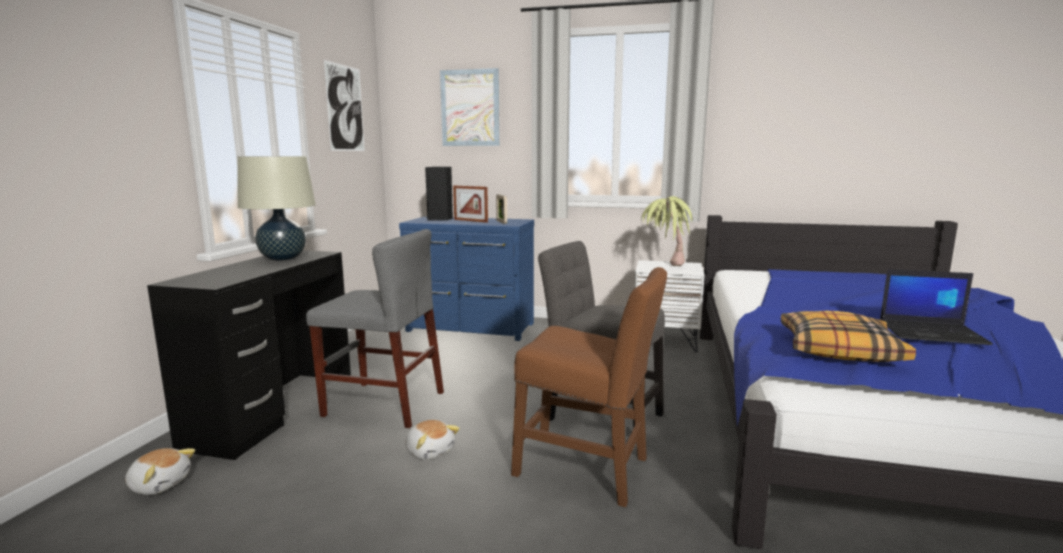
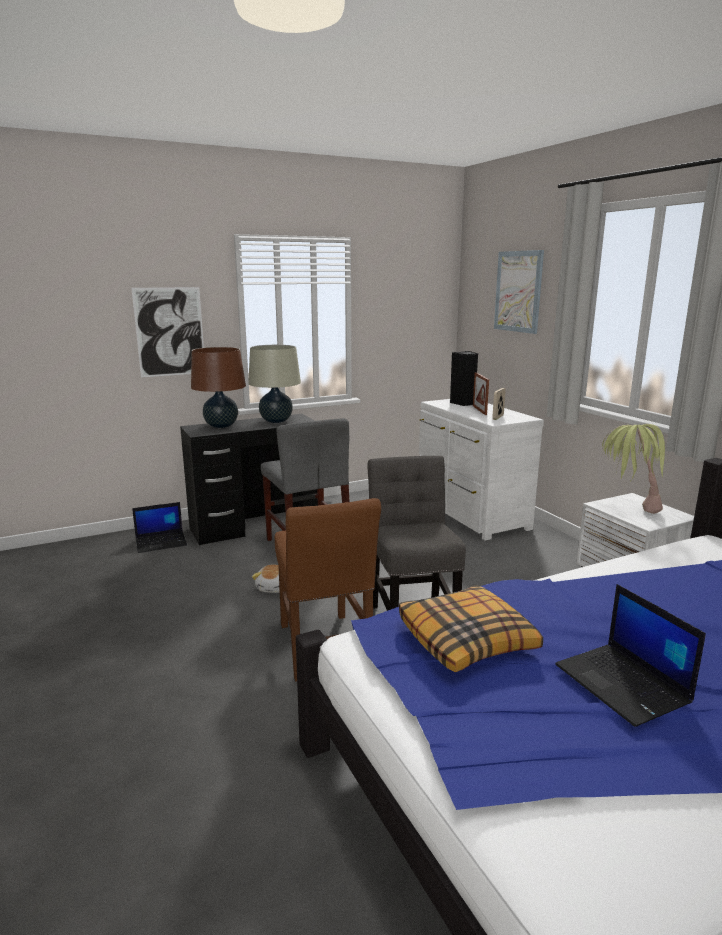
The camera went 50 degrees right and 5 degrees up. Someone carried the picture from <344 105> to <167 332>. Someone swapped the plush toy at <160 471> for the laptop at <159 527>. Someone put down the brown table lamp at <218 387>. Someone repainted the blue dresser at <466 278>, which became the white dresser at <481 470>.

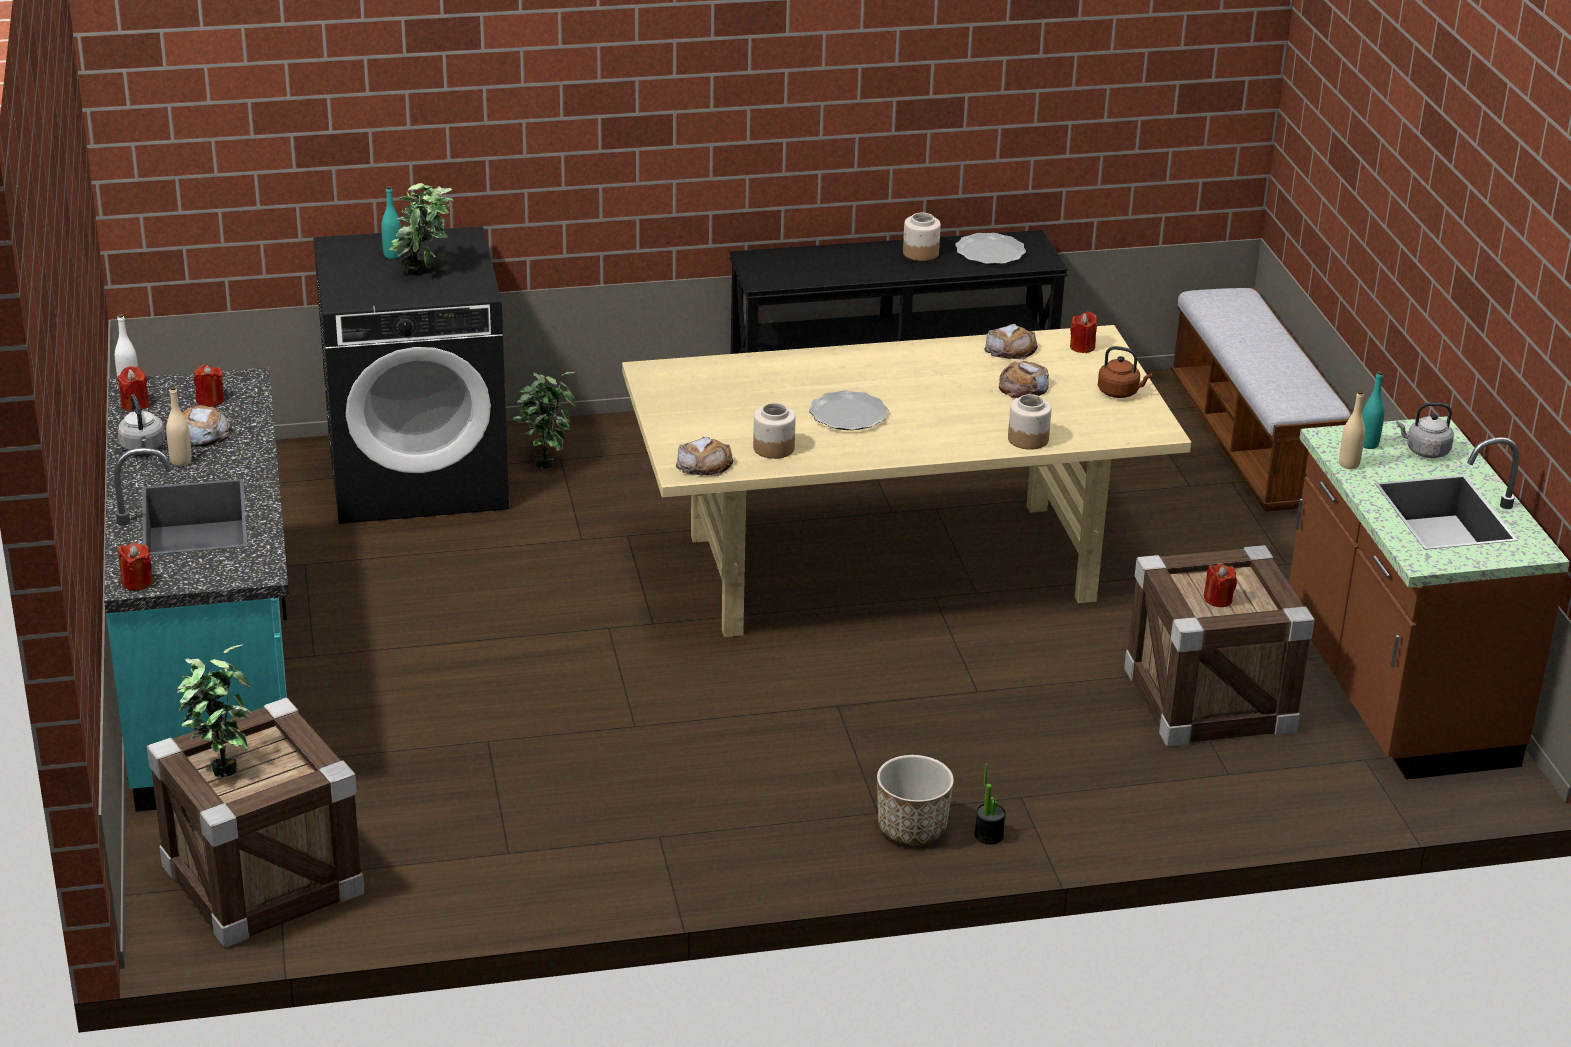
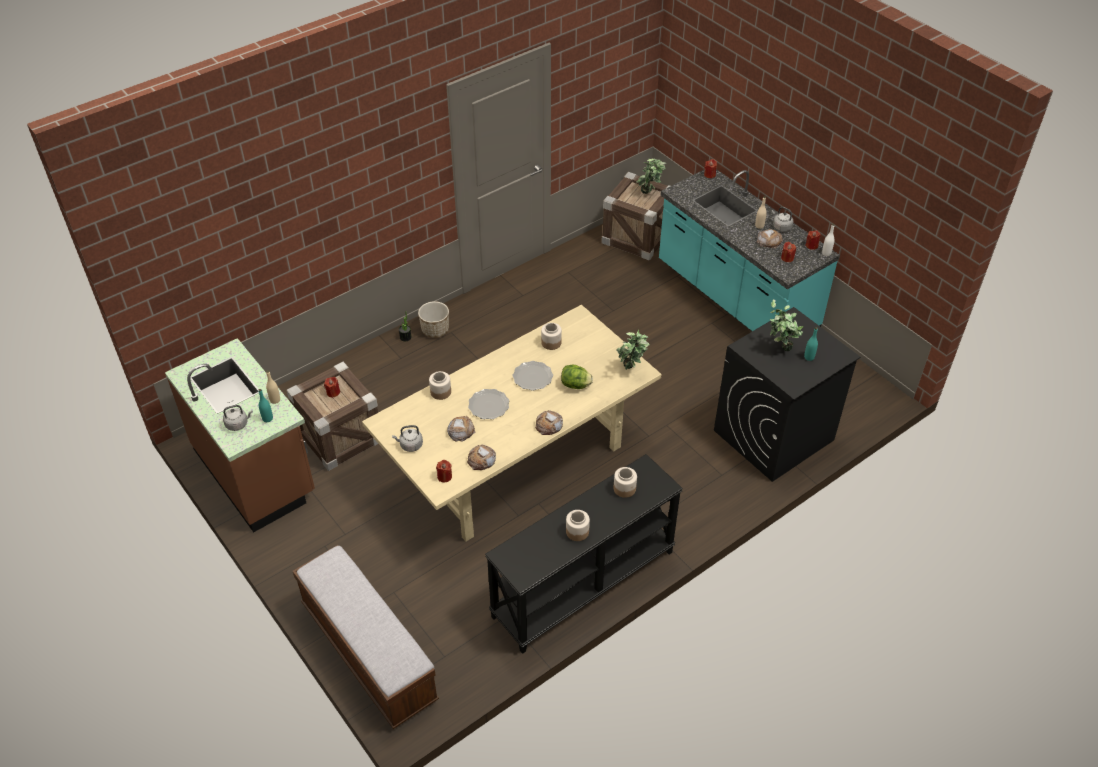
The camera went 155 degrees right and 15 degrees up. Someone repainted the brown kettle at <1125 372>, which became the grey kettle at <407 438>. Someone carried the plate from <990 249> to <488 404>. Someone carried the bread from <705 456> to <549 422>. Someone put down the lettuce at <577 377>. Someone put down the jar at <625 482>. Someone carried the potted plant from <544 420> to <633 349>.

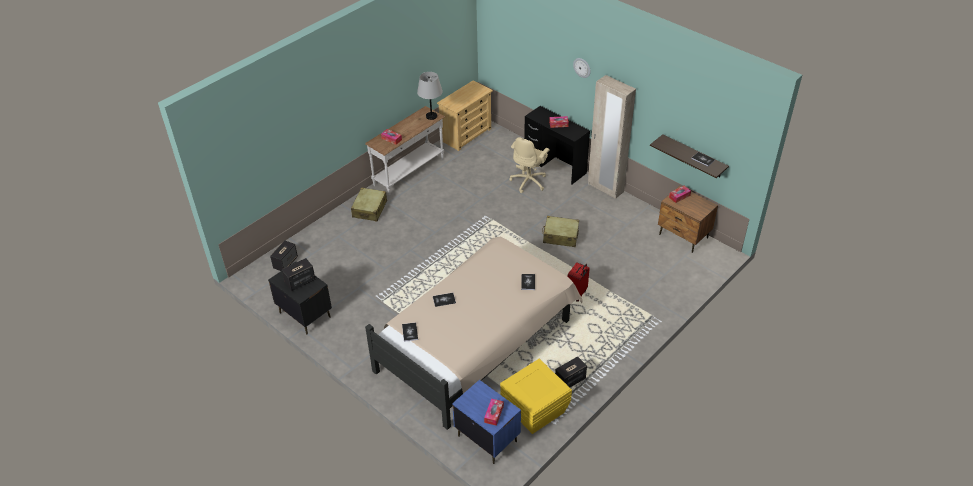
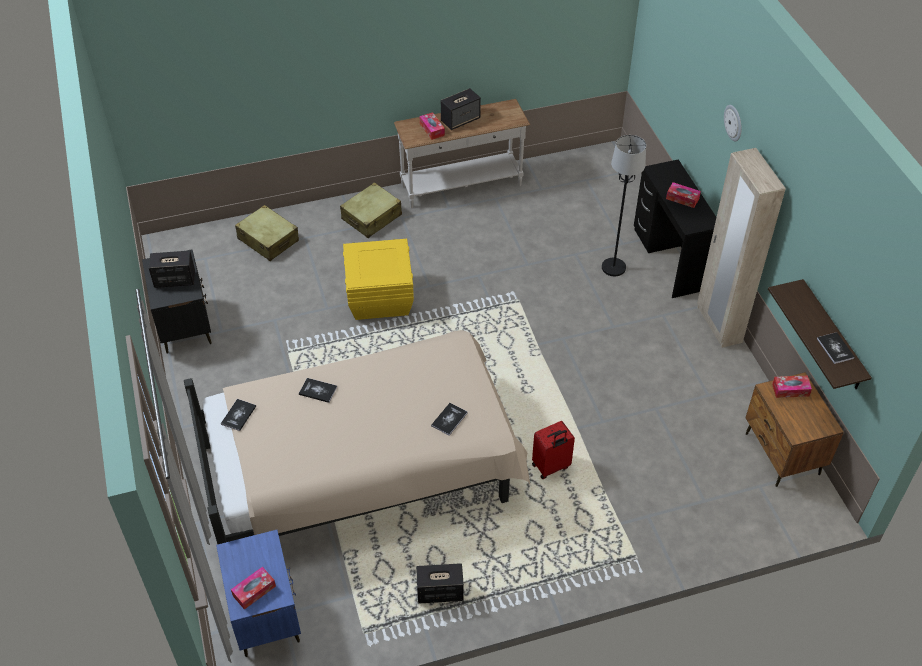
The camera went 30 degrees right and 5 degrees up. Someone carried the beige suitcase from <560 231> to <267 233>. Someone carried the yellow storage box from <536 396> to <378 279>. Someone carried the speaker from <284 255> to <461 109>. Someone swapped the beige office chair at <529 165> for the black floor lamp at <624 205>. Someone took away the grey table lamp at <430 96>. Someone took away the beige dresser at <465 115>.

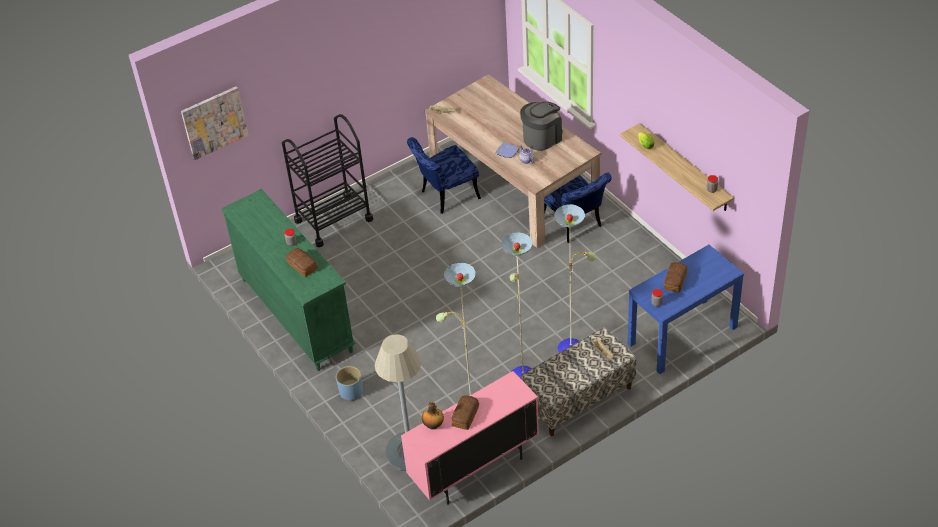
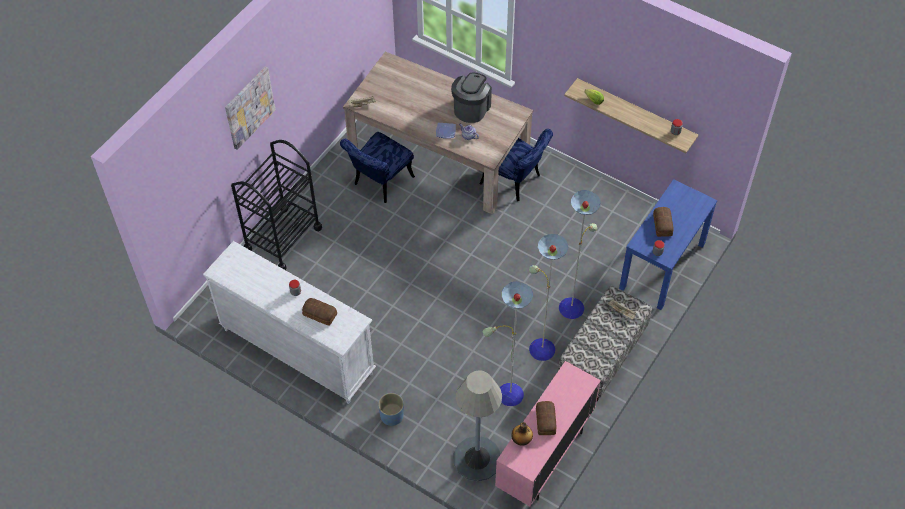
The camera went 25 degrees left and 10 degrees up. Someone repainted the green dresser at <288 280>, which became the white dresser at <289 322>. Someone carried the picture from <214 123> to <250 108>.

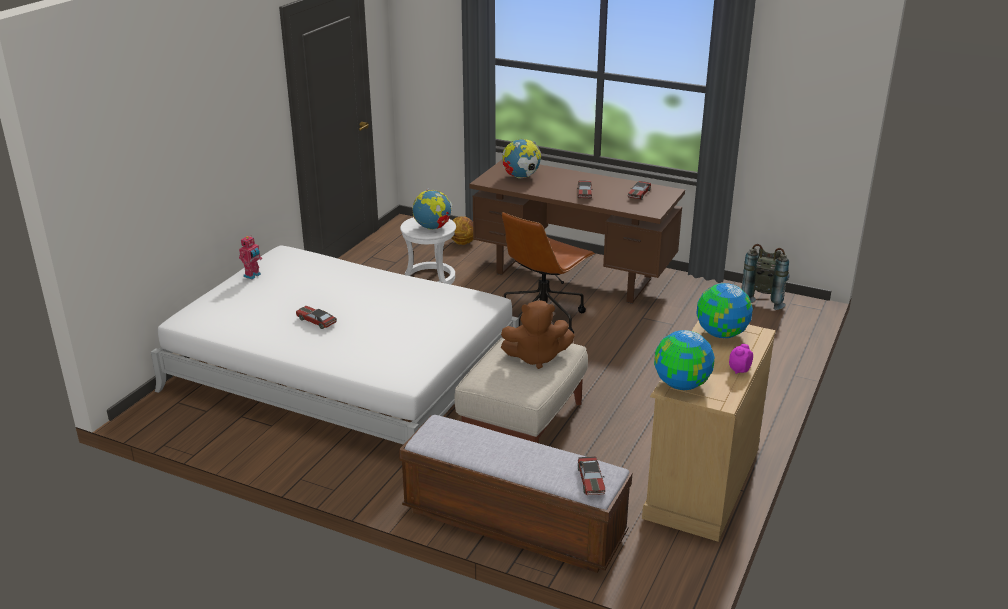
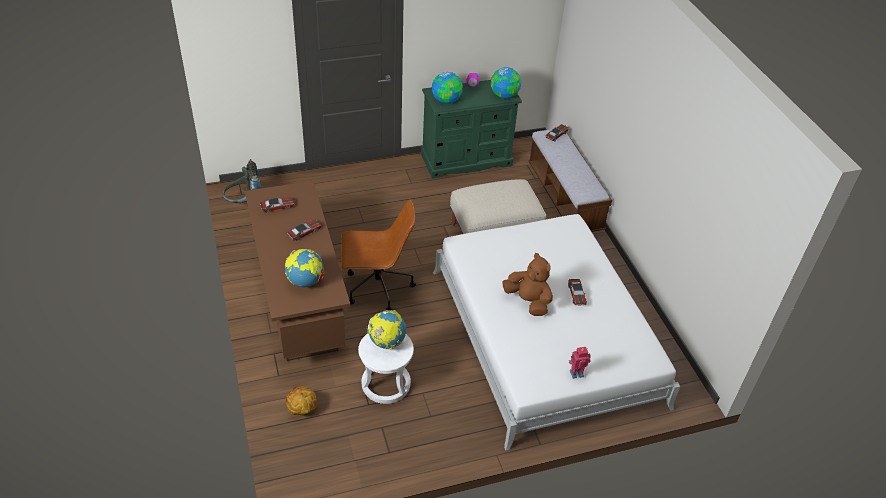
The camera went 135 degrees left and 15 degrees up. Someone repainted the beige dresser at <709 431>, which became the green dresser at <471 129>. Someone carried the brown plush toy from <538 334> to <527 284>.

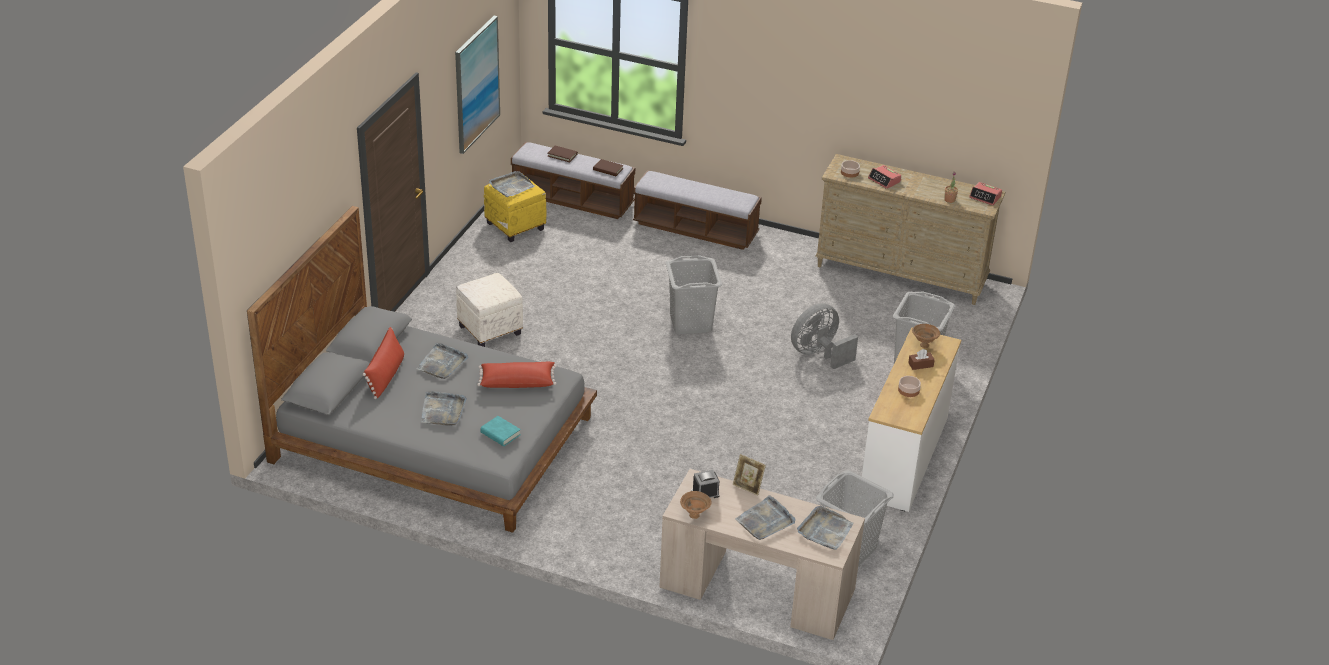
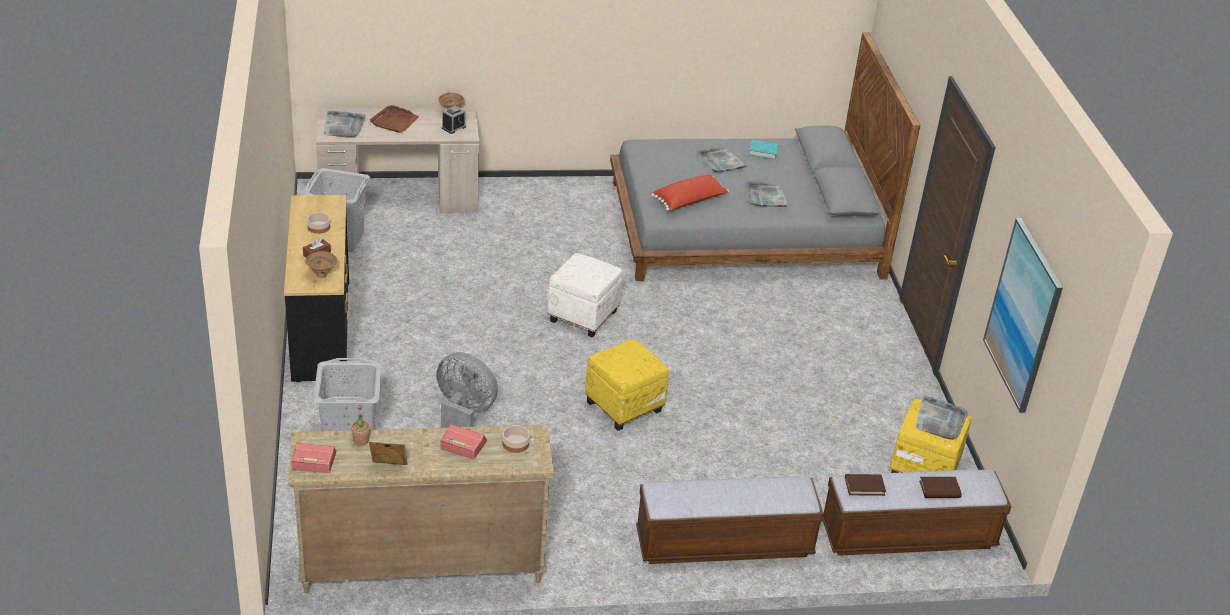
The camera went 150 degrees right and 0 degrees up. Someone repainted the white dresser at <911 419>, which became the black dresser at <316 288>. Someone carried the picture frame from <749 475> to <388 453>. Someone repainted the grey tray at <765 517>, which became the brown tray at <394 119>. Someone rotated the grey fan at <824 336> by 90 degrees counterclockwise. Someone carried the white ottoman from <489 310> to <585 295>. Someone swapped the grey laundry basket at <694 295> for the yellow ottoman at <627 385>. Someone carried the turquoise book from <500 431> to <763 150>. Someone took away the red pillow at <383 363>.

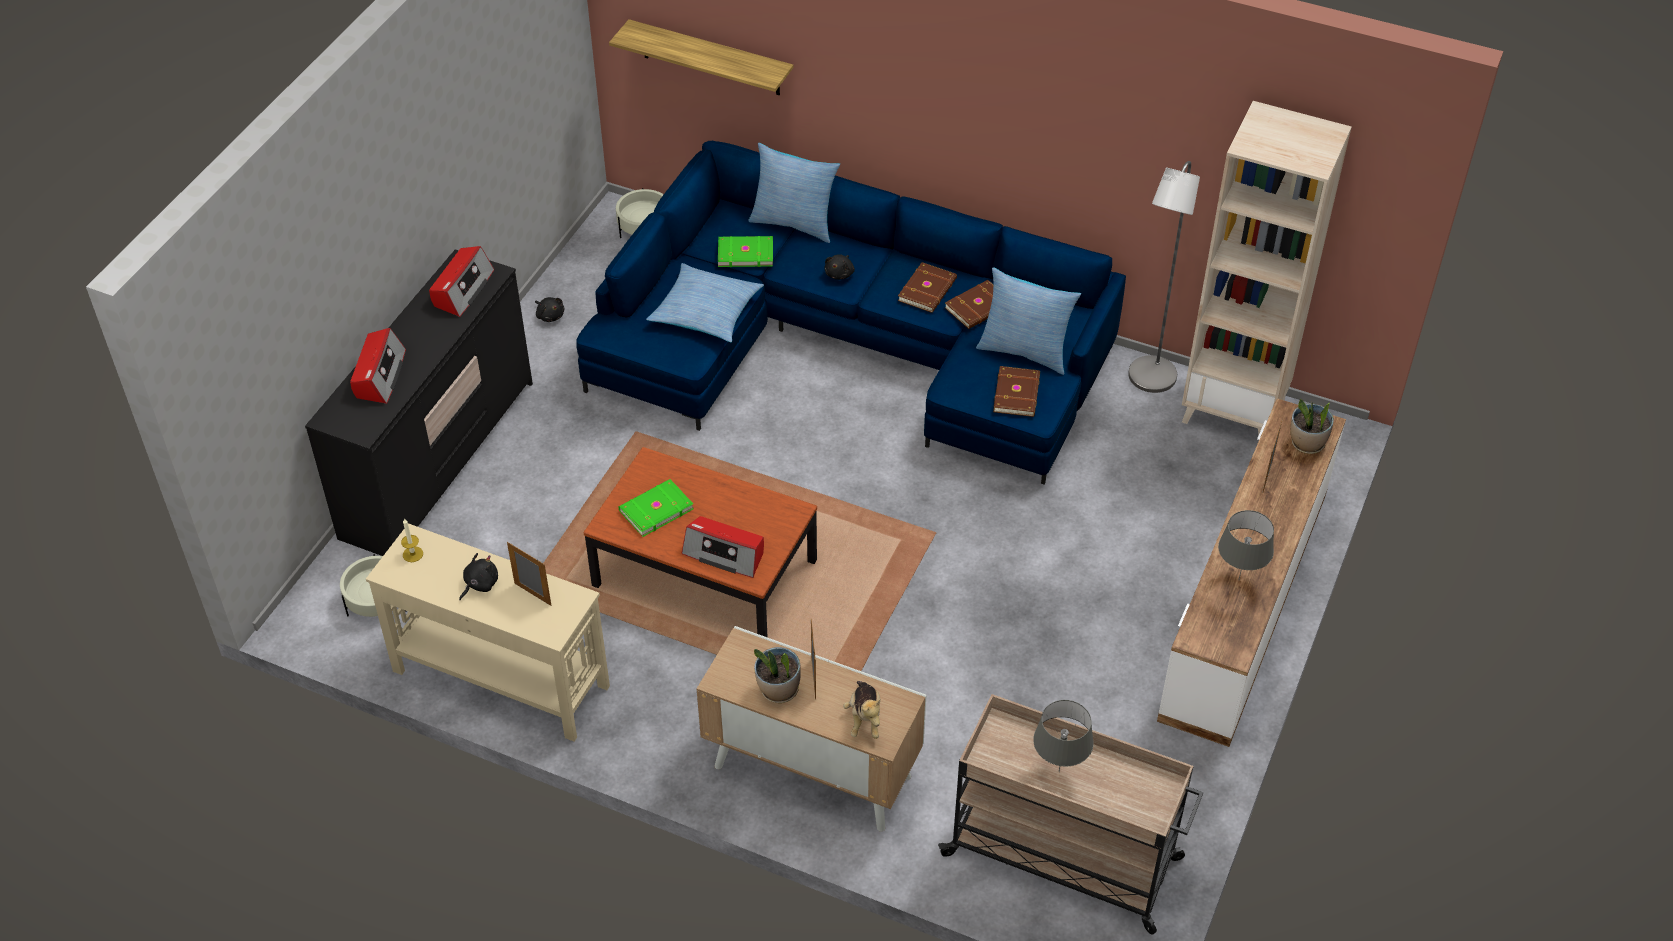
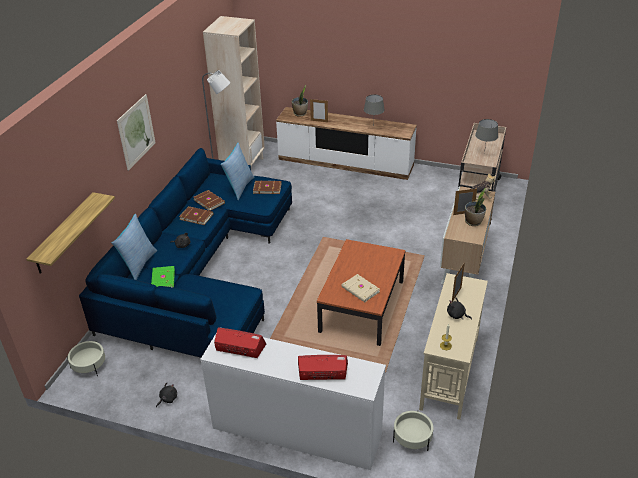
The camera went 95 degrees left and 10 degrees down. Someone put up the picture at <136 132>. Someone repainted the black dresser at <419 402>, which became the white dresser at <293 402>. Someone repainted the green book at <656 508>, which became the beige book at <360 288>. Someone took away the pillow at <705 302>. Someone took away the radio at <723 547>.

